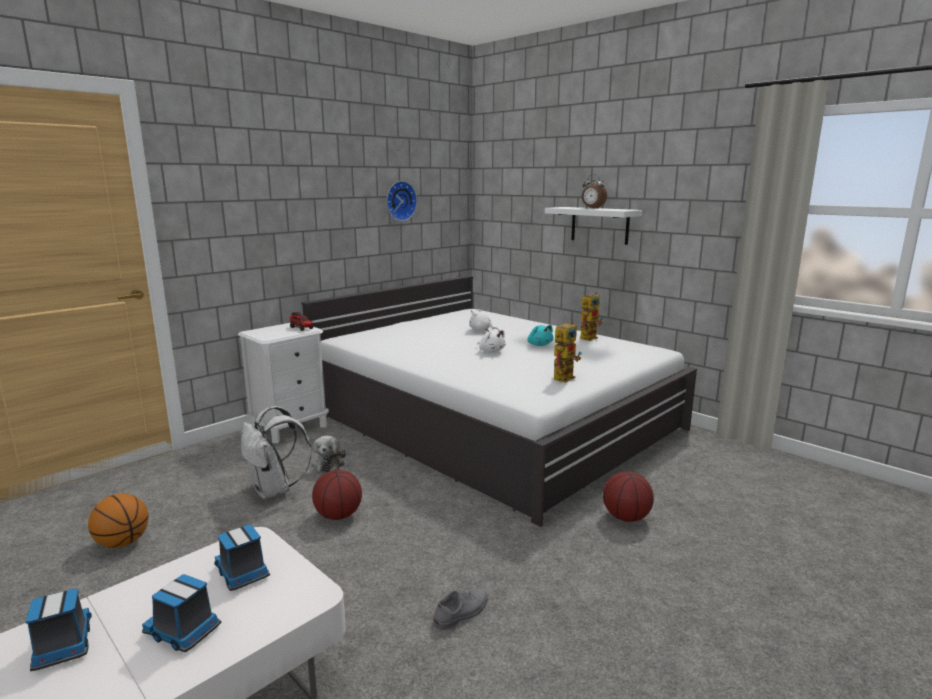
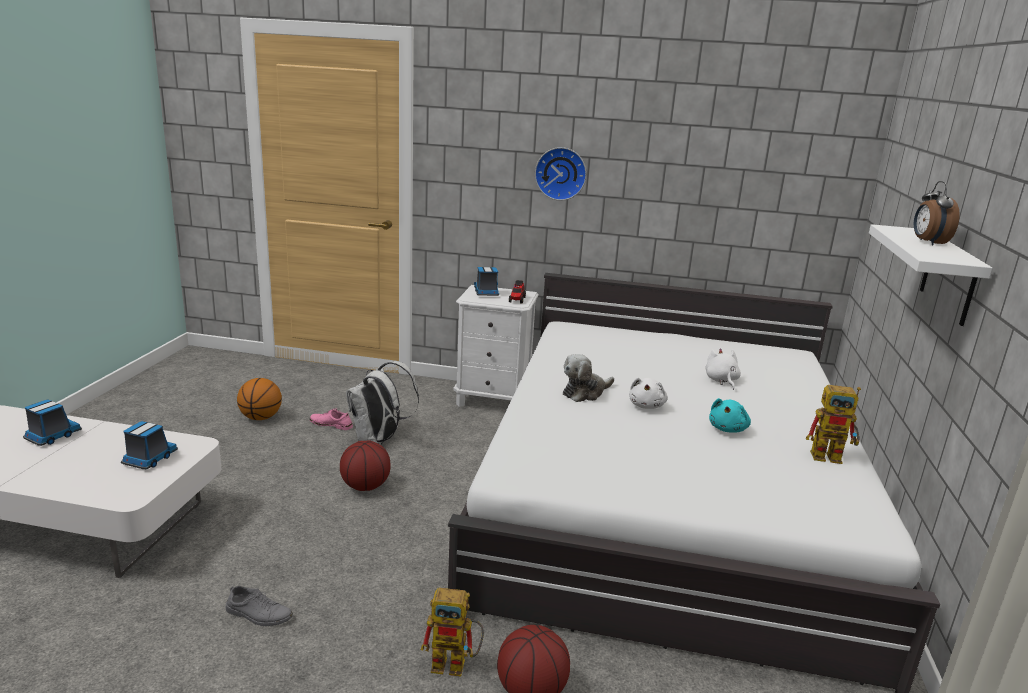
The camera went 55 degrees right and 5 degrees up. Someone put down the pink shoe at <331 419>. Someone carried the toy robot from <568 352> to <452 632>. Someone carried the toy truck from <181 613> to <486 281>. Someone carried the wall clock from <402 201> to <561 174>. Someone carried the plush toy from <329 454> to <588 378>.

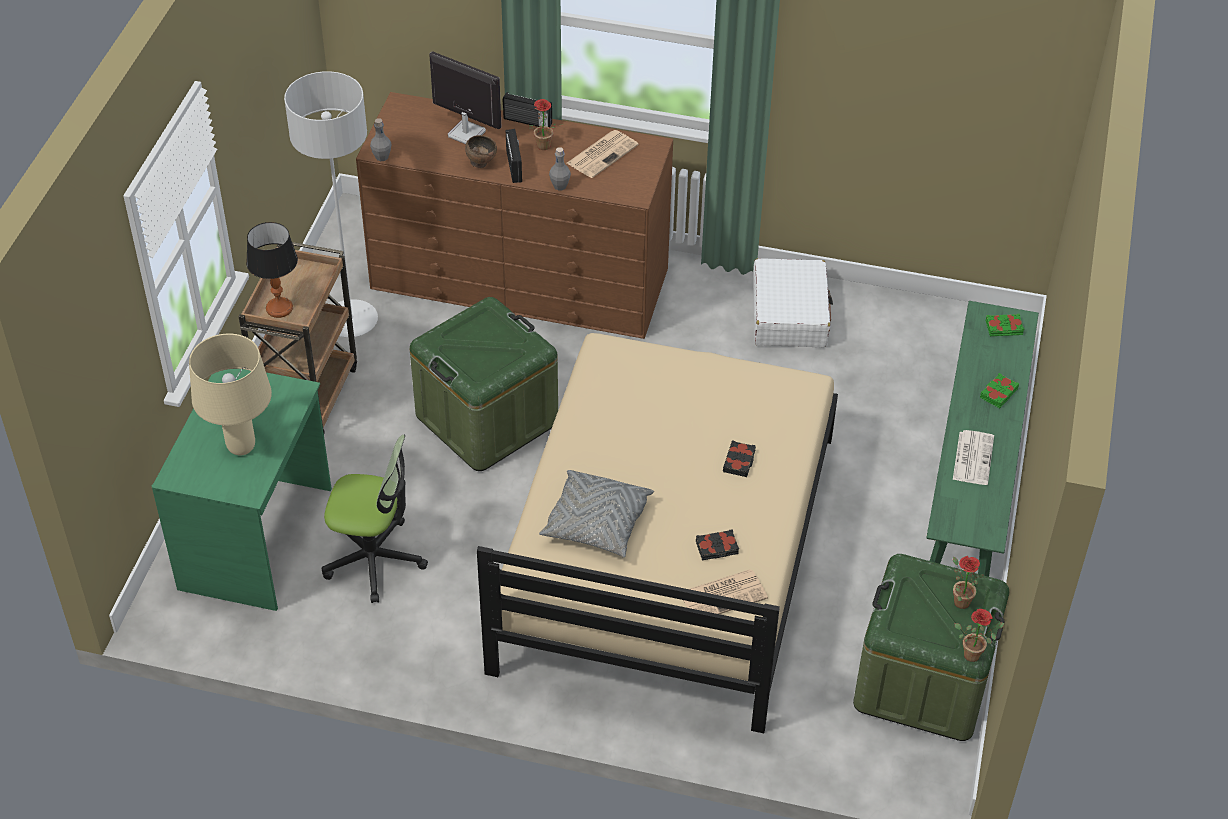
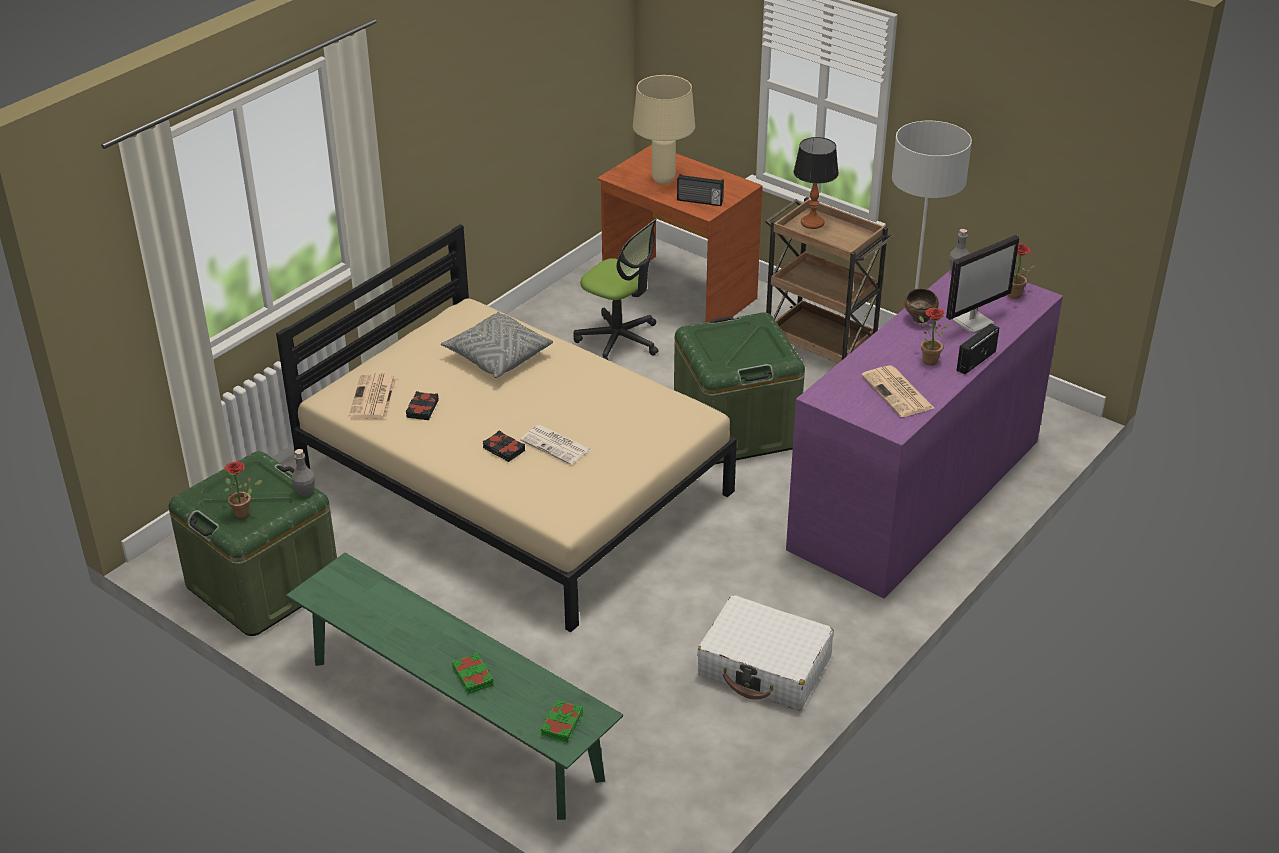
The camera went 115 degrees right and 10 degrees down. Someone carried the grey bottle from <560 168> to <303 473>. Someone carried the newspaper from <973 457> to <556 445>. Someone rotated the office chair at <375 519> by 90 degrees counterclockwise. Someone repainted the green desk at <242 490>, which became the brown desk at <680 234>. Someone carried the radio from <514 156> to <700 190>. Someone repainted the brown dresser at <514 215>, which became the purple dresser at <924 434>. Someone carried the potted plant from <979 635> to <1021 271>.

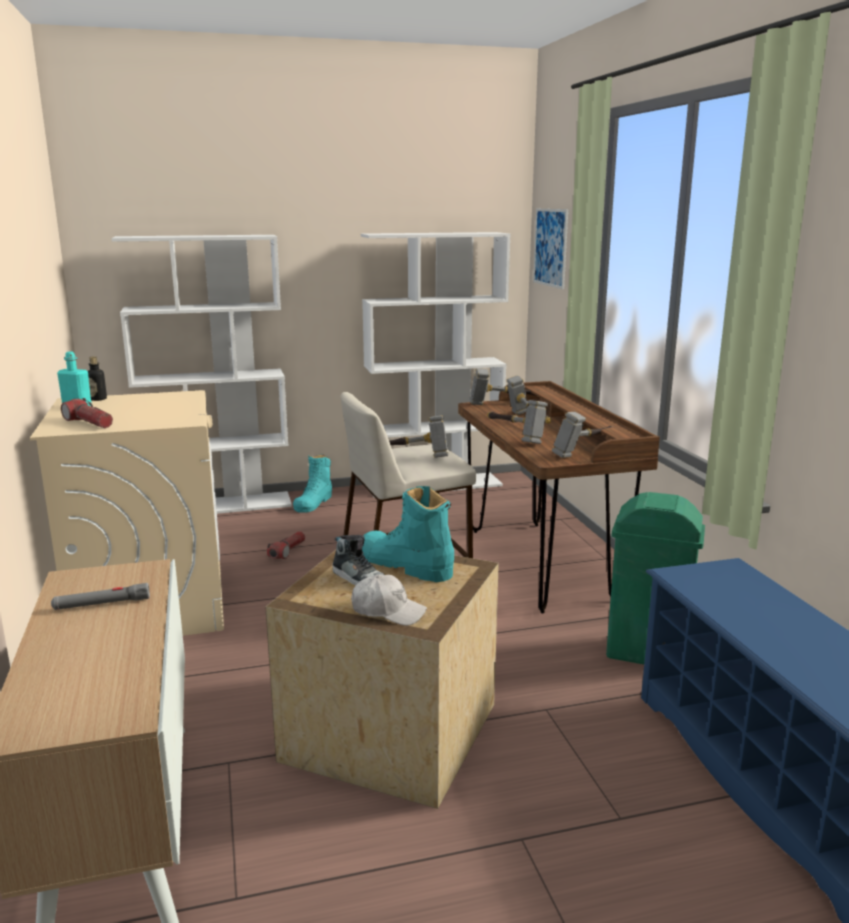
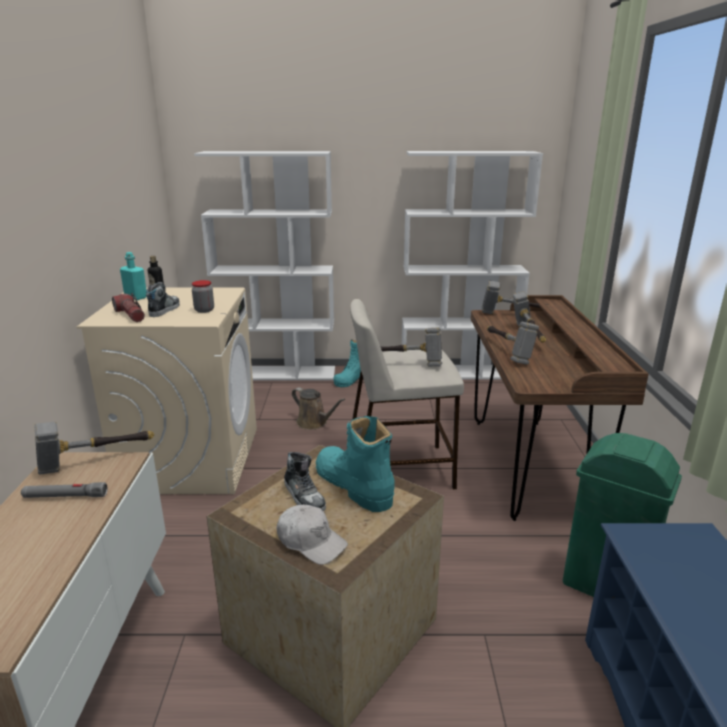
The camera went 15 degrees right and 5 degrees up. Someone carried the hammer from <582 435> to <94 448>. Someone put down the shoe at <163 299>. Someone put down the jar at <203 296>. Someone swapped the flashlight at <286 545> for the brown watering can at <318 409>. Someone took away the picture at <550 249>.

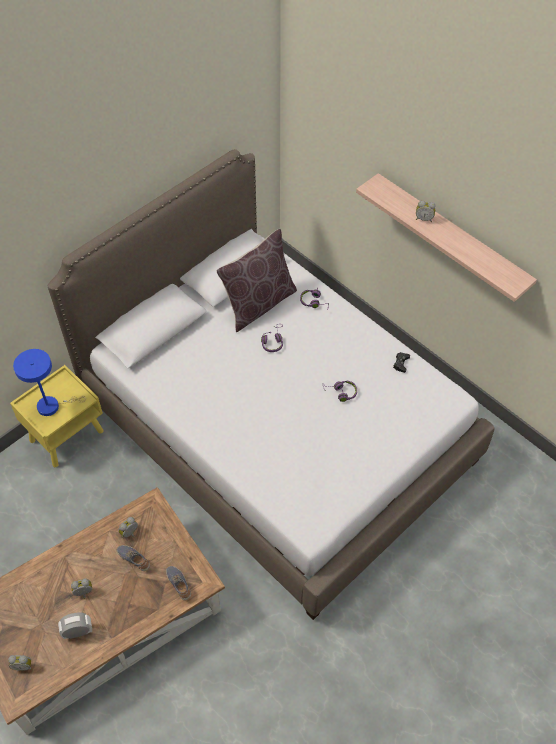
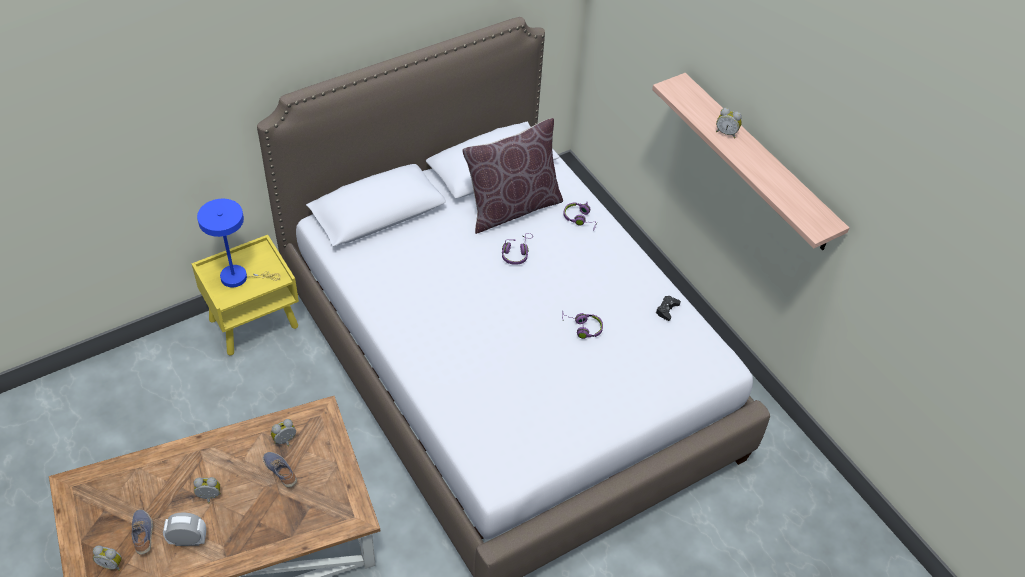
The camera went 10 degrees right and 5 degrees down. Someone carried the shoe from <178 583> to <142 532>.

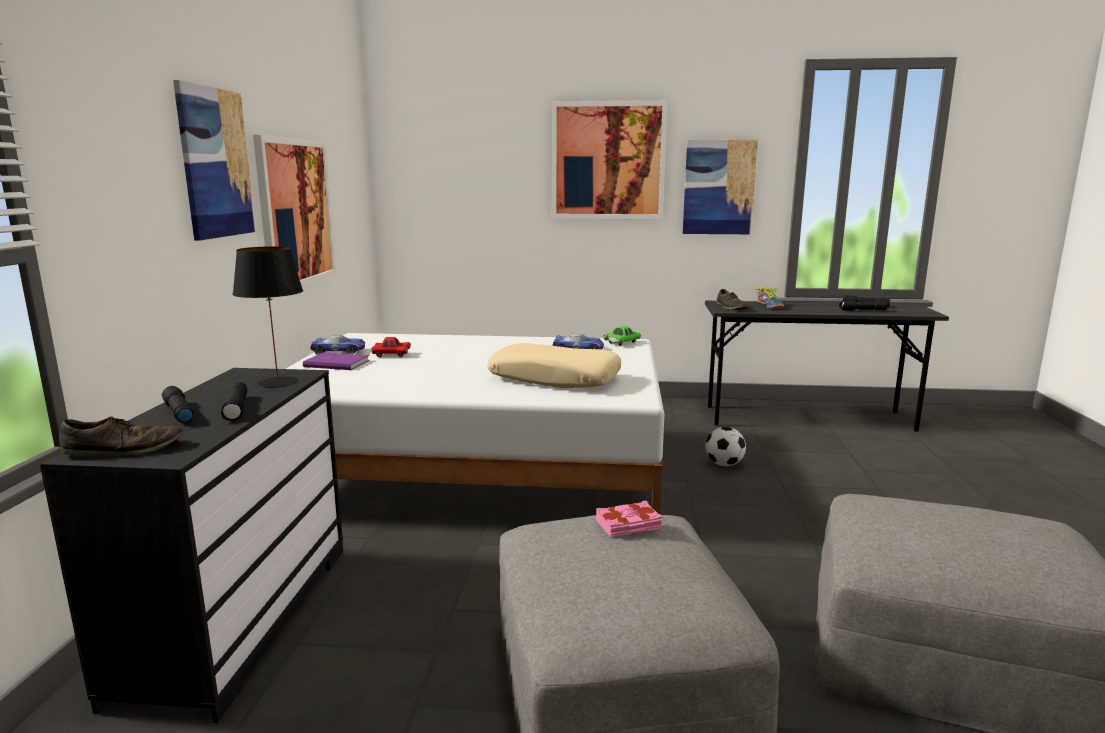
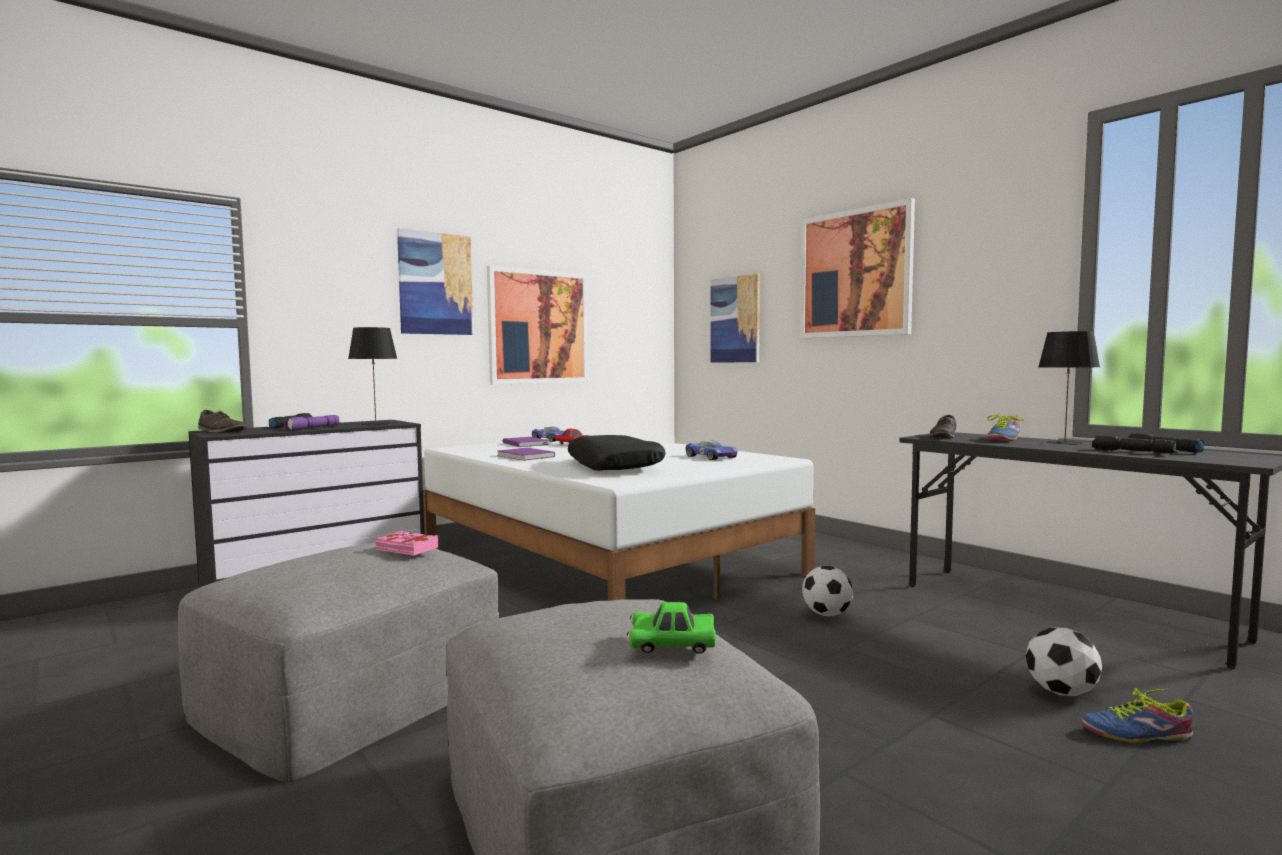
The camera went 45 degrees right and 10 degrees down. Someone repainted the black flashlight at <234 401>, which became the purple flashlight at <312 422>. Someone put down the purple book at <526 454>. Someone repainted the beige pillow at <554 365>, which became the black pillow at <617 453>. Someone carried the green toy car from <622 336> to <671 628>. Someone carried the picture from <720 187> to <735 318>. Someone put down the football at <1063 662>. Someone put down the black table lamp at <1069 387>. Someone put down the shoe at <1137 715>.

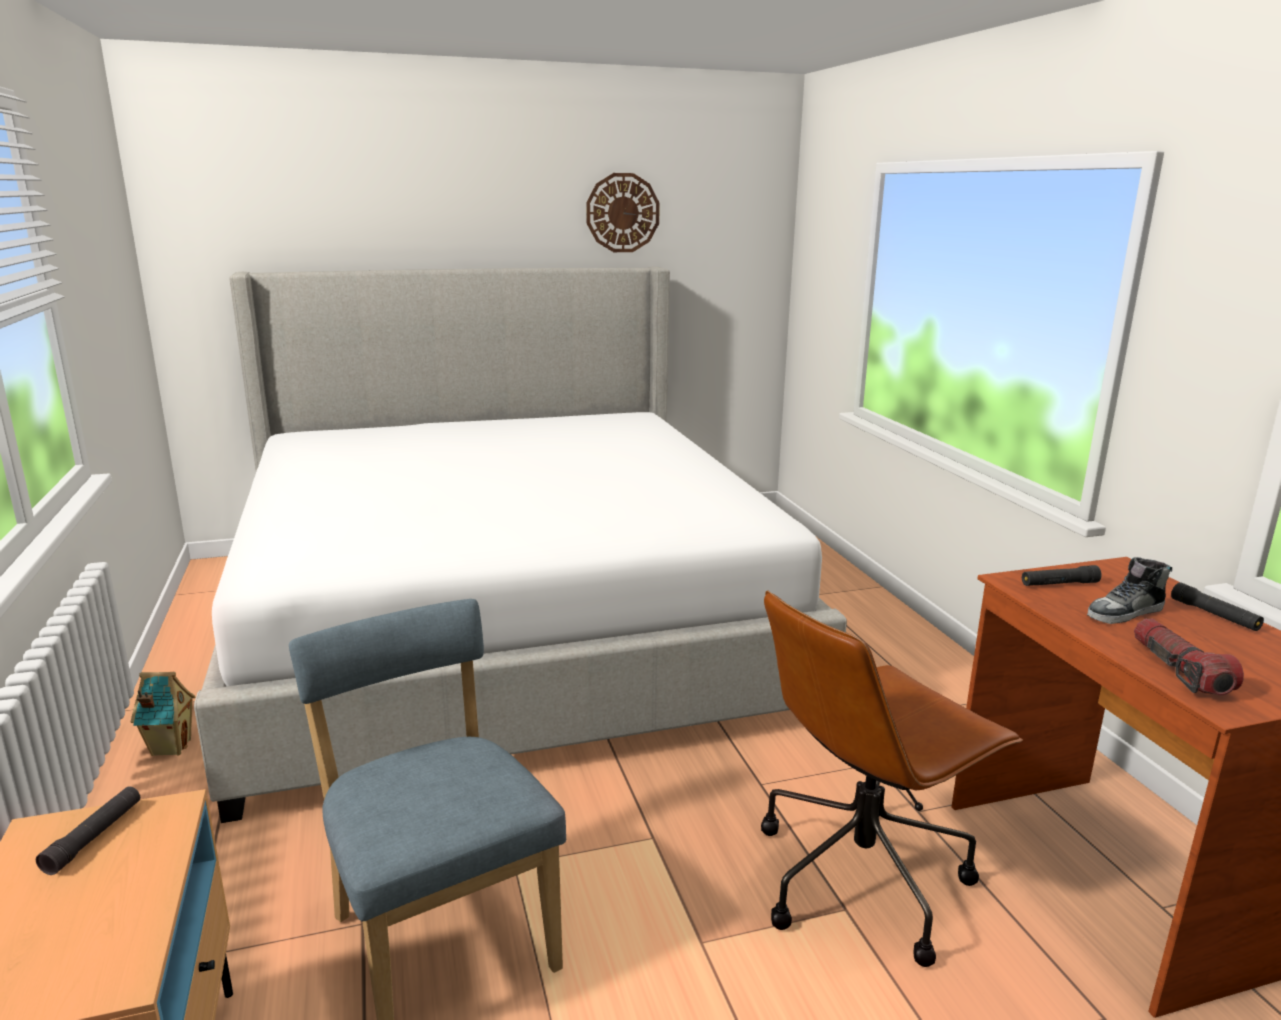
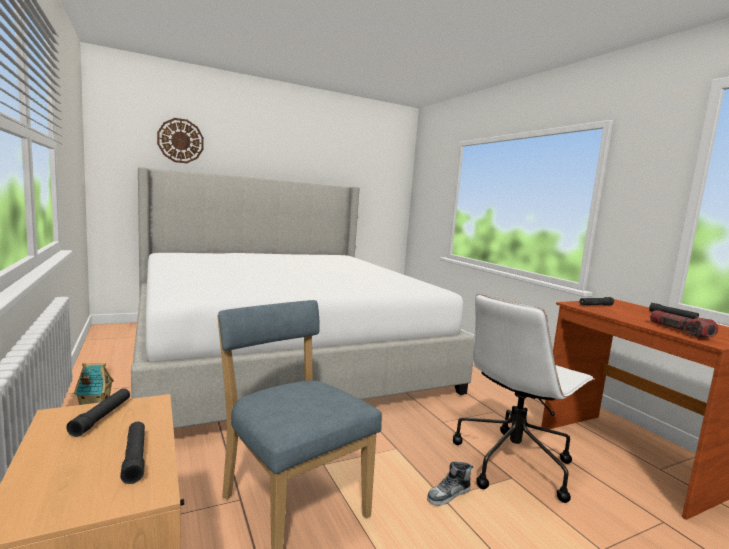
The camera went 10 degrees left and 10 degrees down. Someone put down the black flashlight at <132 453>. Someone carried the wall clock from <623 212> to <180 140>. Someone carried the shoe from <1129 590> to <450 483>. Someone repainted the brown office chair at <892 778>, which became the white office chair at <524 398>.

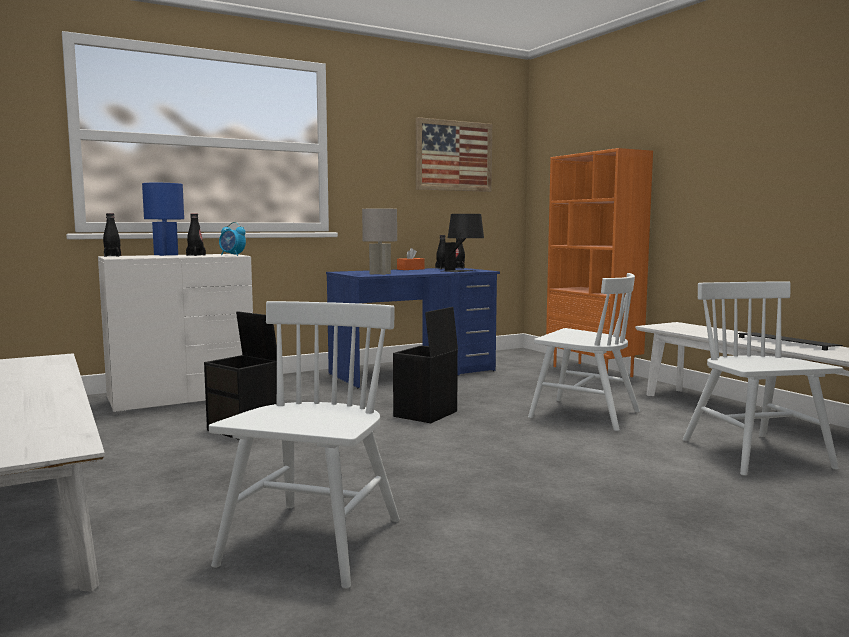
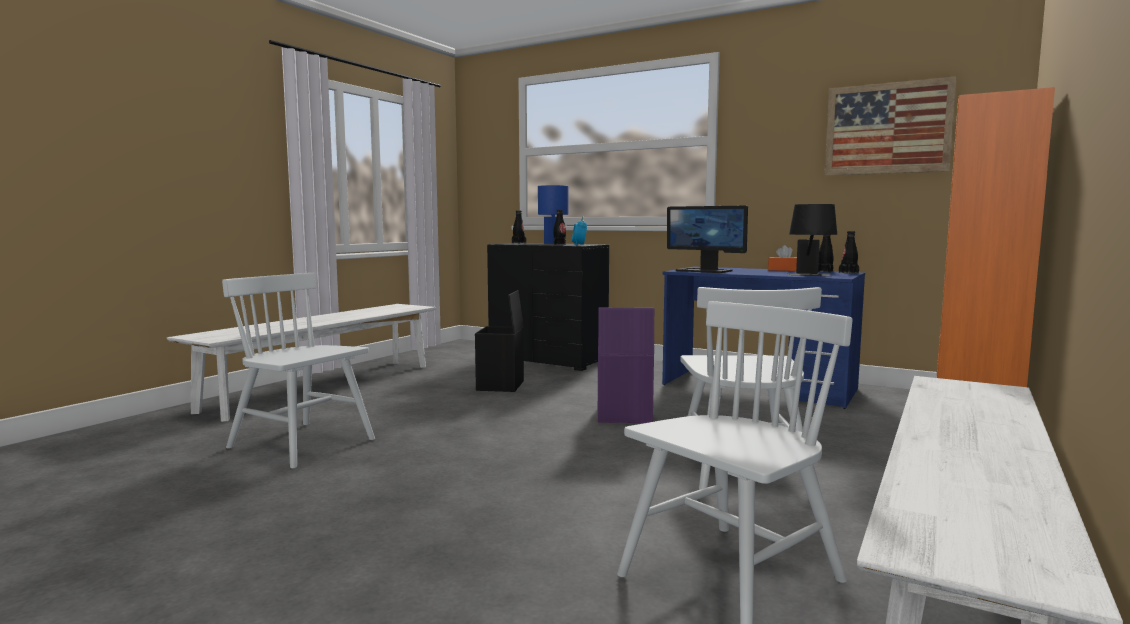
The camera went 60 degrees right and 0 degrees up. Someone rotated the white chair at <304 445> by 135 degrees counterclockwise. Someone repainted the white dresser at <175 334>, which became the black dresser at <548 307>. Someone repainted the black storage box at <425 365>, which became the purple storage box at <626 365>. Someone swapped the grey table lamp at <379 241> for the monitor at <707 239>. Someone took away the keyboard at <790 341>.

